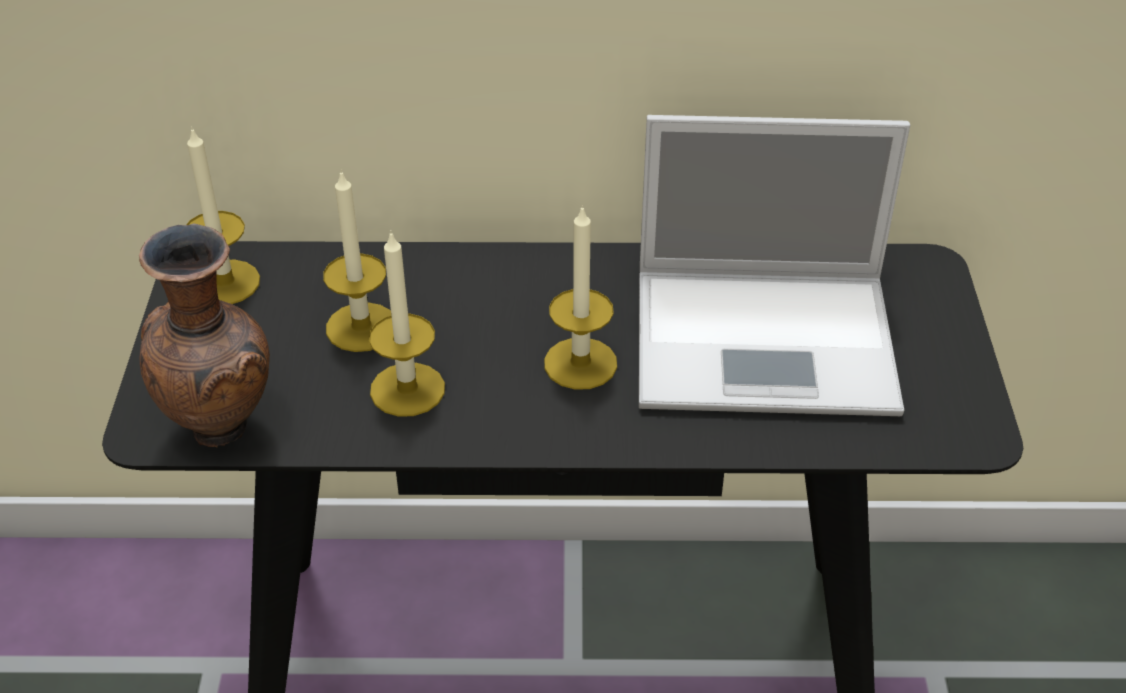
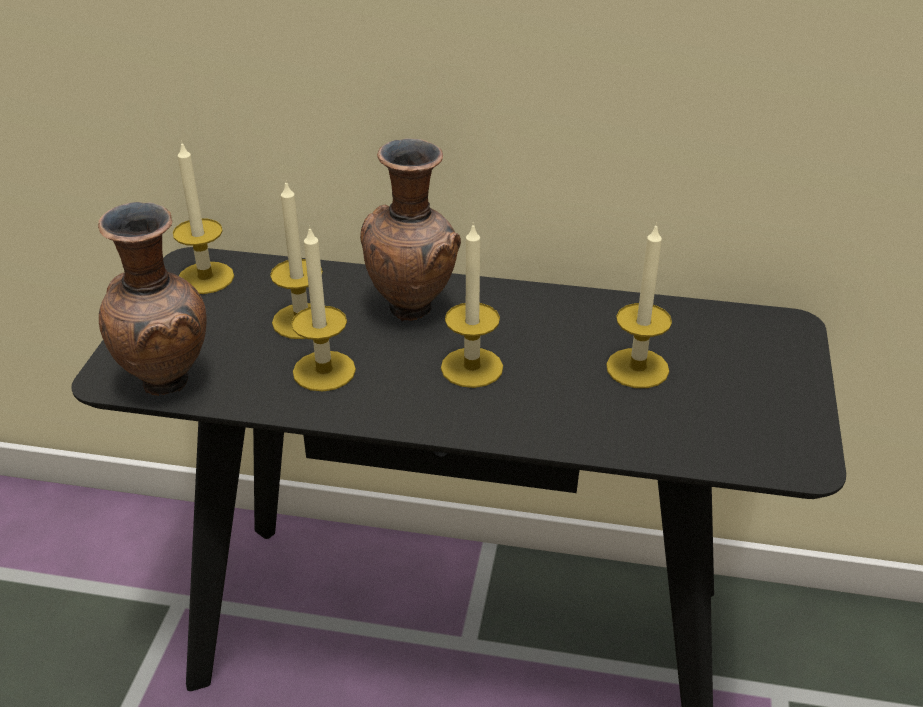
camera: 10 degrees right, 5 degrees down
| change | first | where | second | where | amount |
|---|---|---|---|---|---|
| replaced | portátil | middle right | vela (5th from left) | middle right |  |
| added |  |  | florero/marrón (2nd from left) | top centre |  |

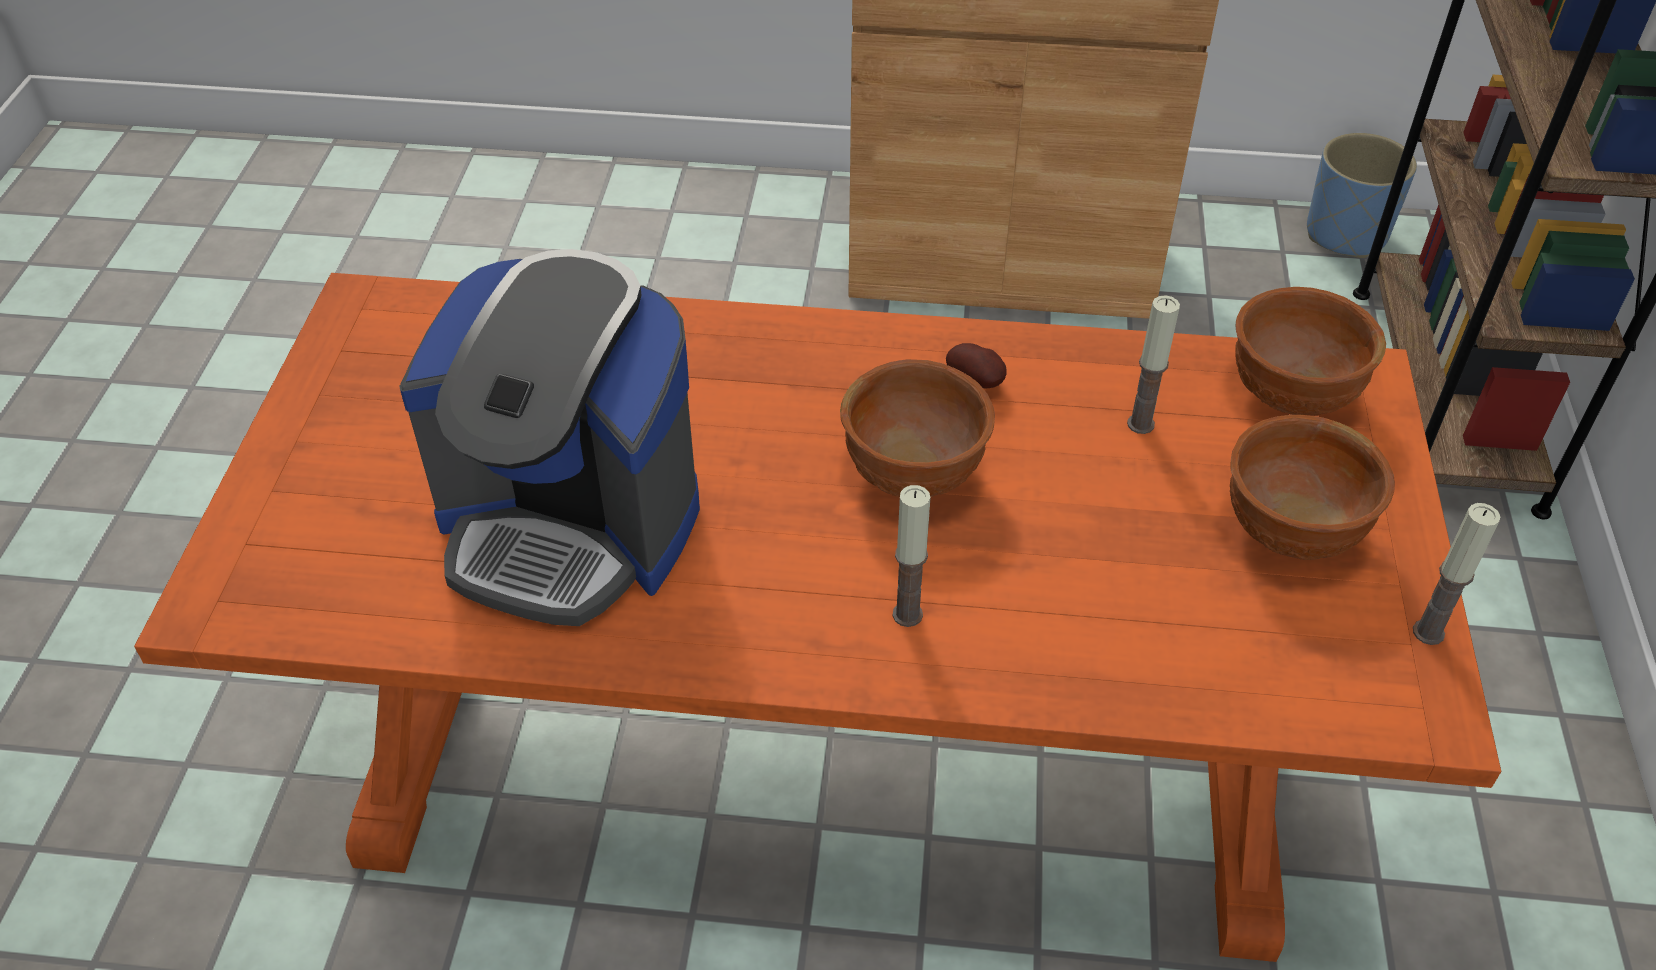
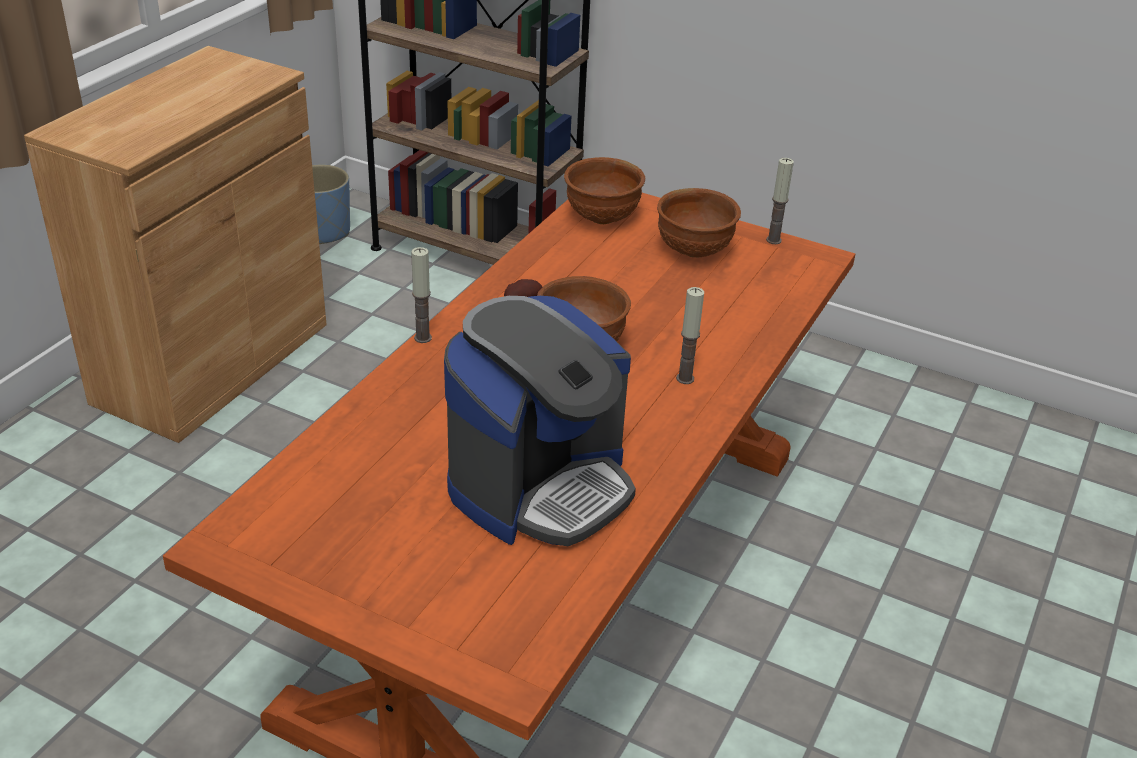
camera: 70 degrees left, 10 degrees down
| change | first | where | second | where | amount |
|---|---|---|---|---|---|
| moved | vela (2nd from left in the first image) | middle right | vela (1st from left) | centre |  |

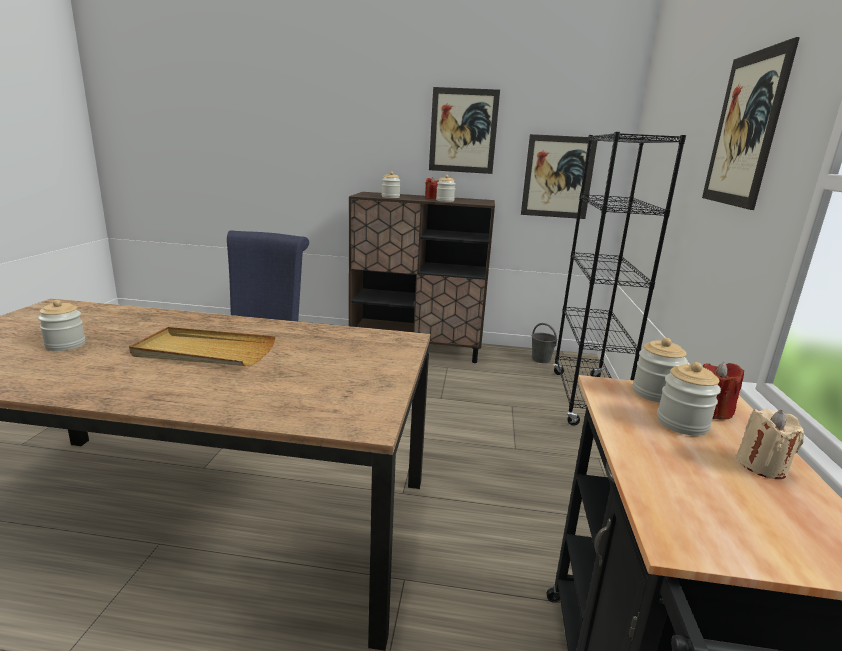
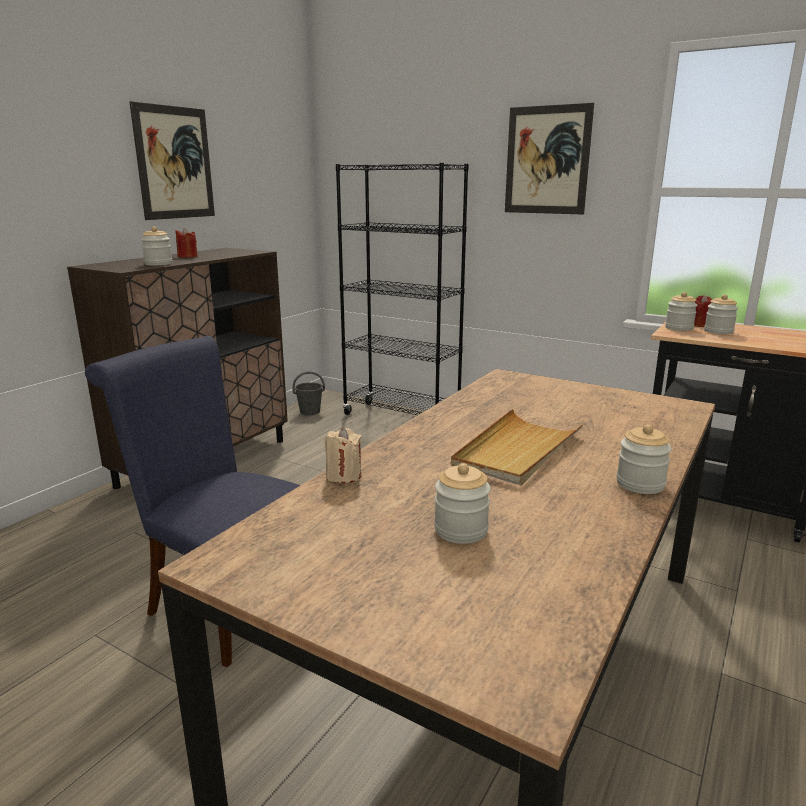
camera: 65 degrees left, 0 degrees up
| change | first | where | second | where | amount |
|---|---|---|---|---|---|
| removed | cuadro (2nd from left) | top centre |  |  |  |
| moved | tarro (3rd from left) | top centre |  | middle right |  |
| moved | vela/beis | bottom right |  | centre |  |

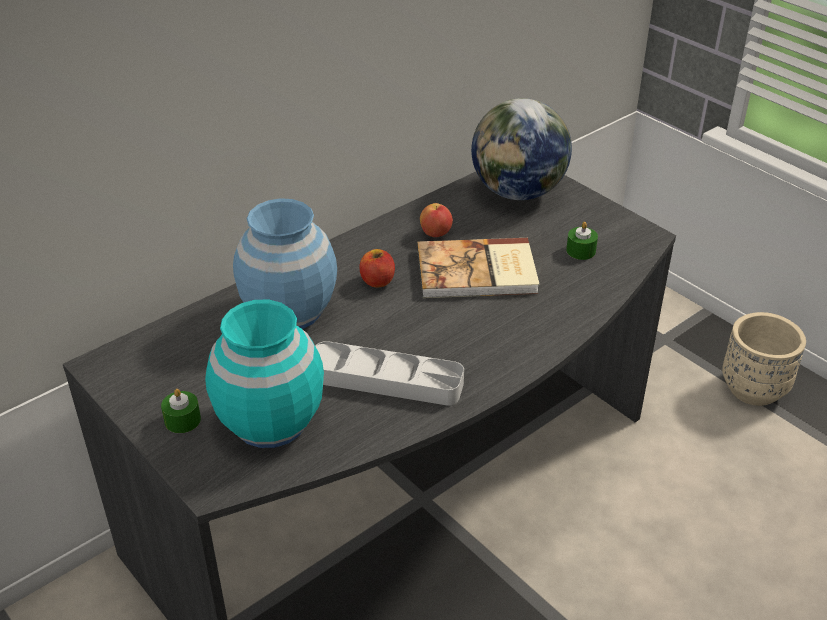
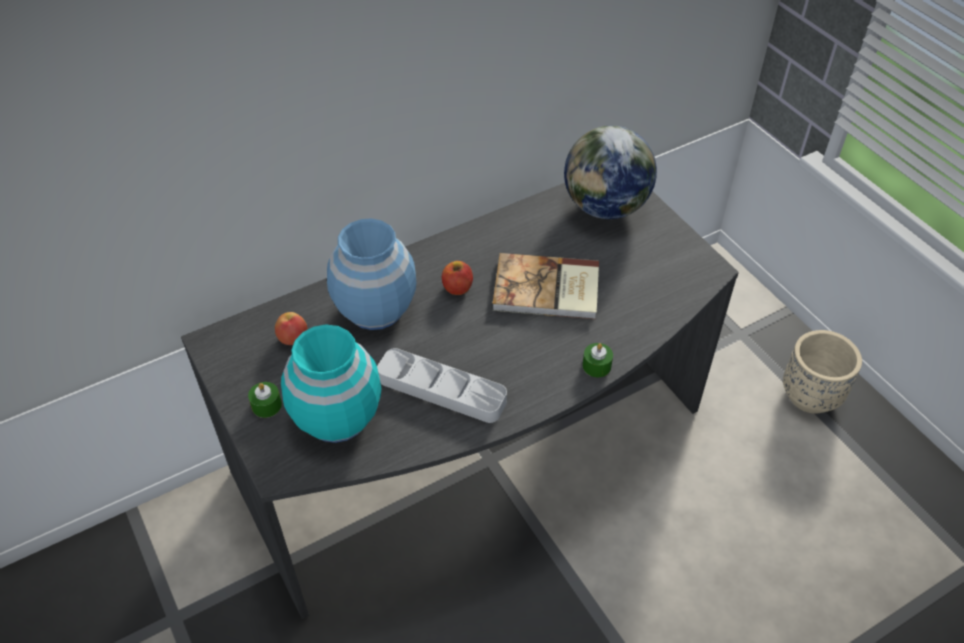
camera: 10 degrees right, 10 degrees up
| change | first | where | second | where | amount |
|---|---|---|---|---|---|
| moved | manzana (2nd from left in the first image) | centre | manzana (1st from left) | middle left |  |
| moved | vela/verde (2nd from left) | middle right |  | centre |  |

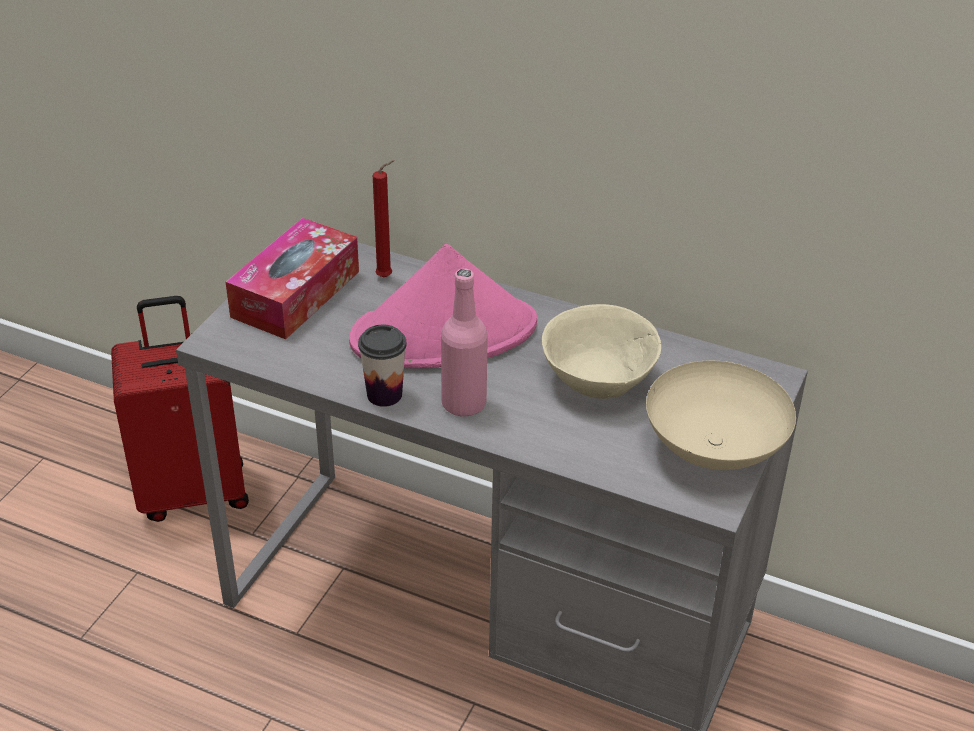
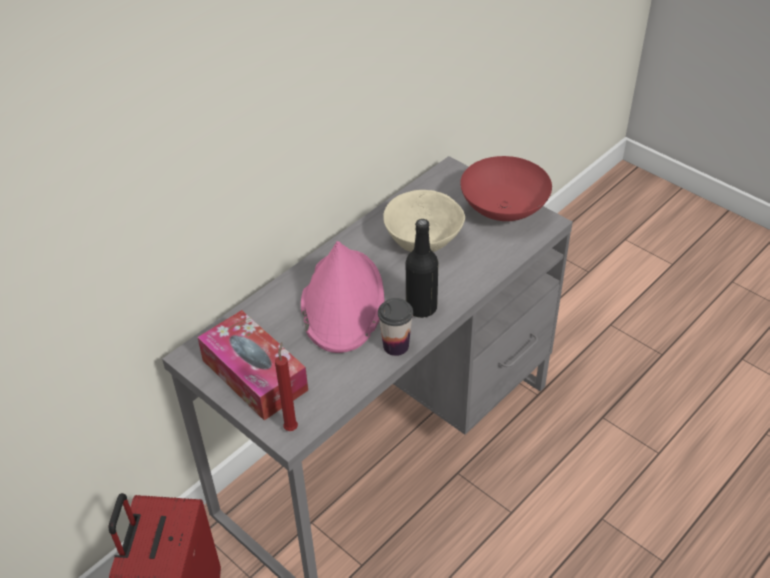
camera: 70 degrees left, 5 degrees up
| change | first | where | second | where | amount |
|---|---|---|---|---|---|
| moved | vela/rojo | top centre |  | bottom centre |  |
| recoloured | botella/rosa | centre | botella/negro | centre |  |
| recoloured | cuenco/beis (2nd from left) | middle right | cuenco/rojo | top centre |  |

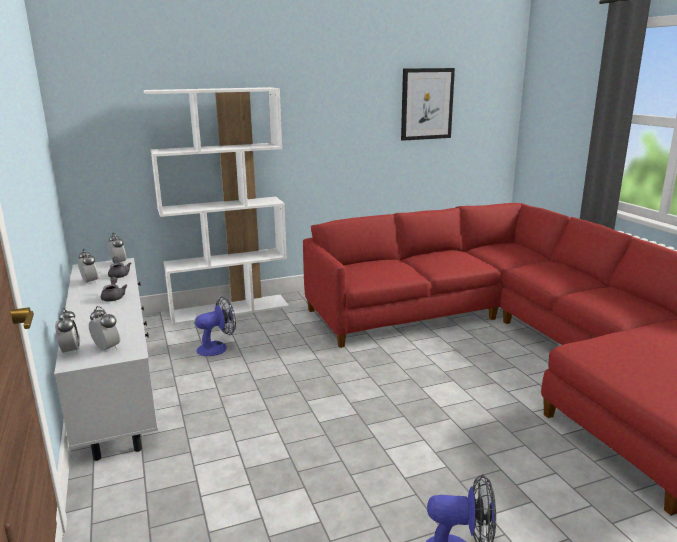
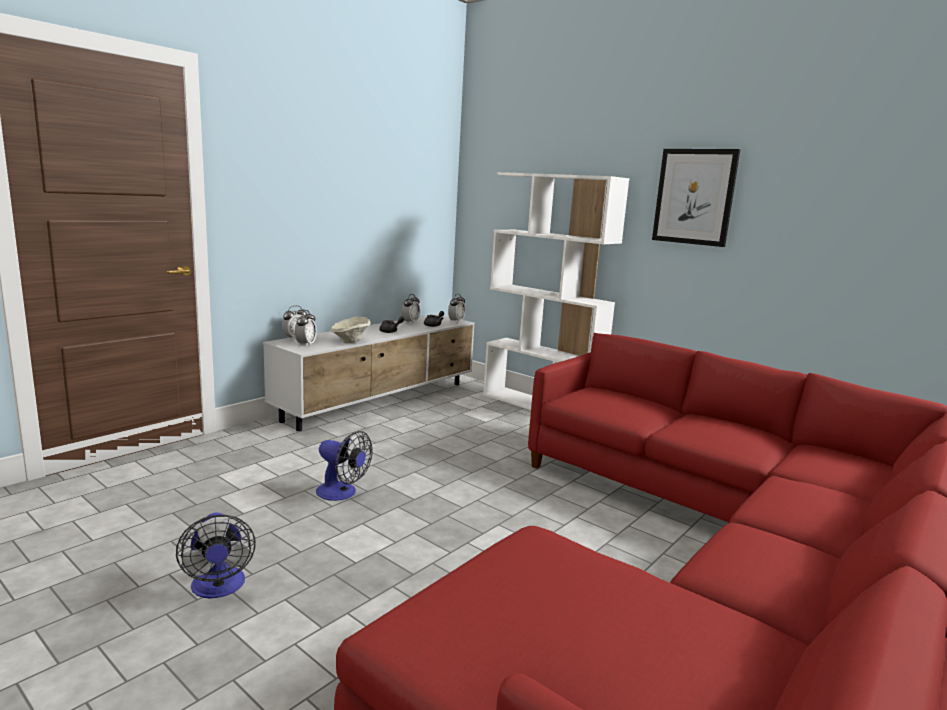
camera: 60 degrees right, 5 degrees down
| change | first | where | second | where | amount |
|---|---|---|---|---|---|
| moved | cuadro | top centre |  | top right |  |
| moved | ventilador (1st from left in the first image) | middle left | ventilador (2nd from left) | centre |  |
| added |  |  | cuenco/beis | centre |  |

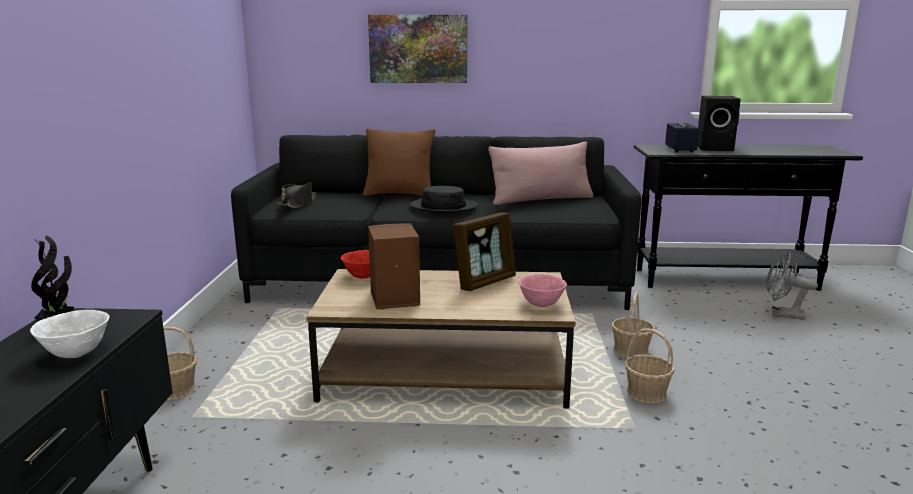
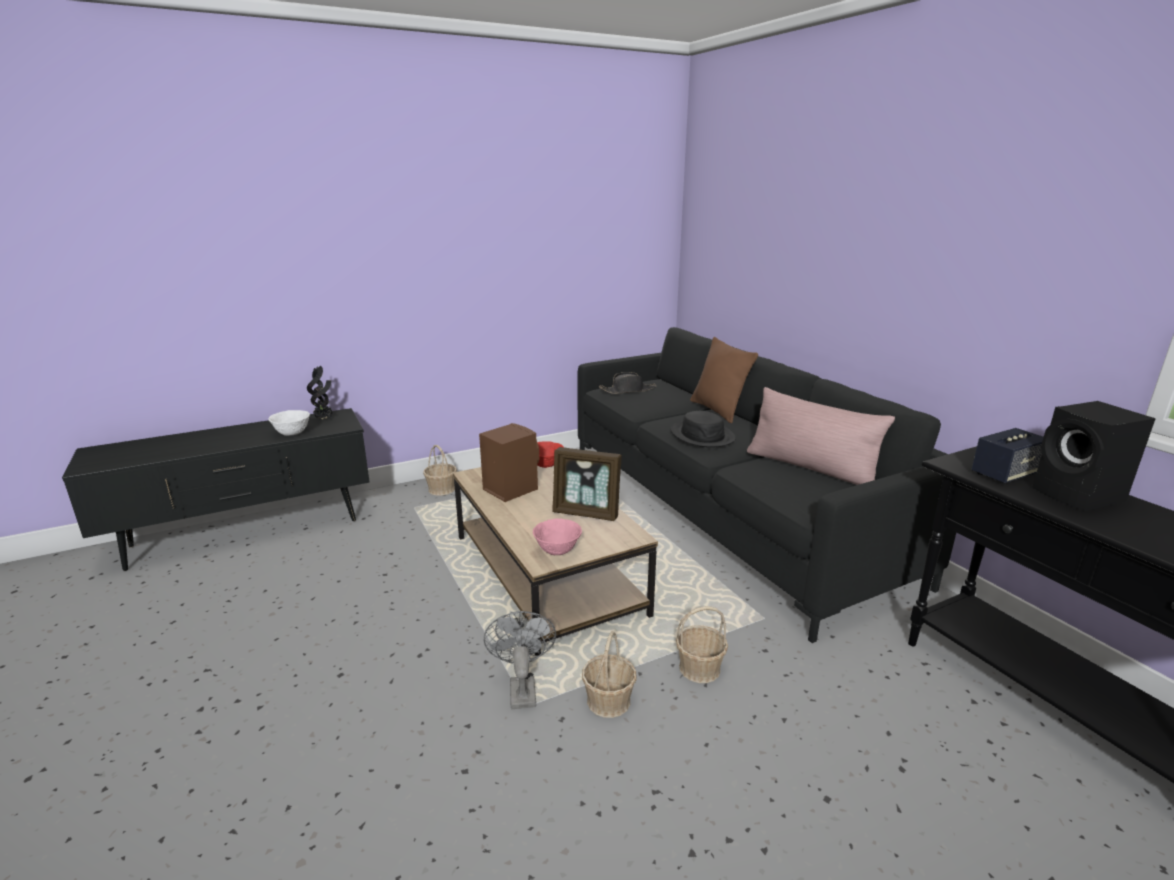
camera: 60 degrees right, 5 degrees up
| change | first | where | second | where | amount |
|---|---|---|---|---|---|
| removed | cuadro | top centre |  |  |  |
| moved | ventilador/gris | middle right |  | bottom centre |  |

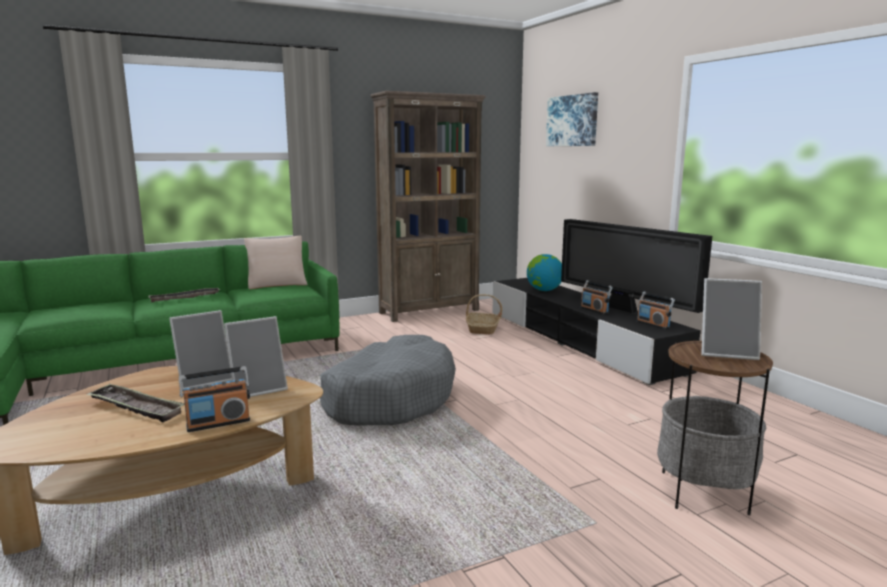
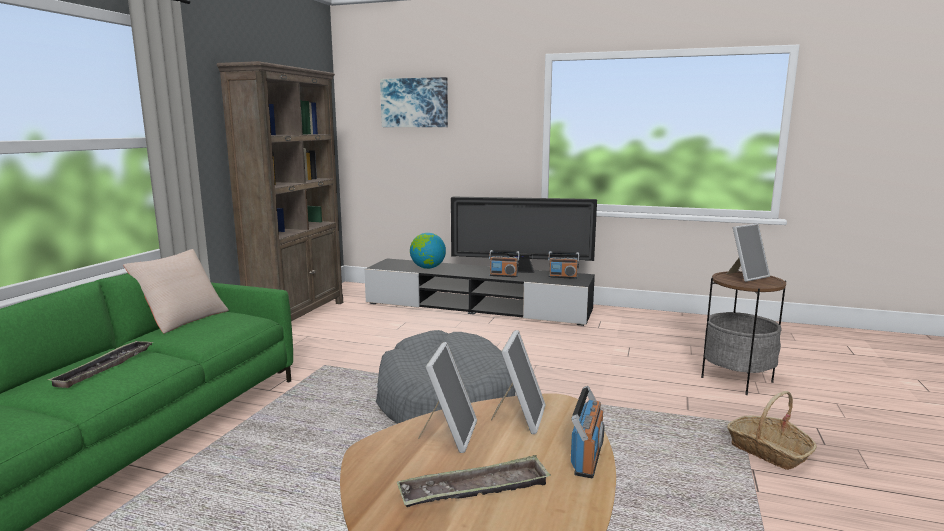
camera: 45 degrees left, 0 degrees up
| change | first | where | second | where | amount |
|---|---|---|---|---|---|
| moved | cesta | centre |  | bottom right |  |

